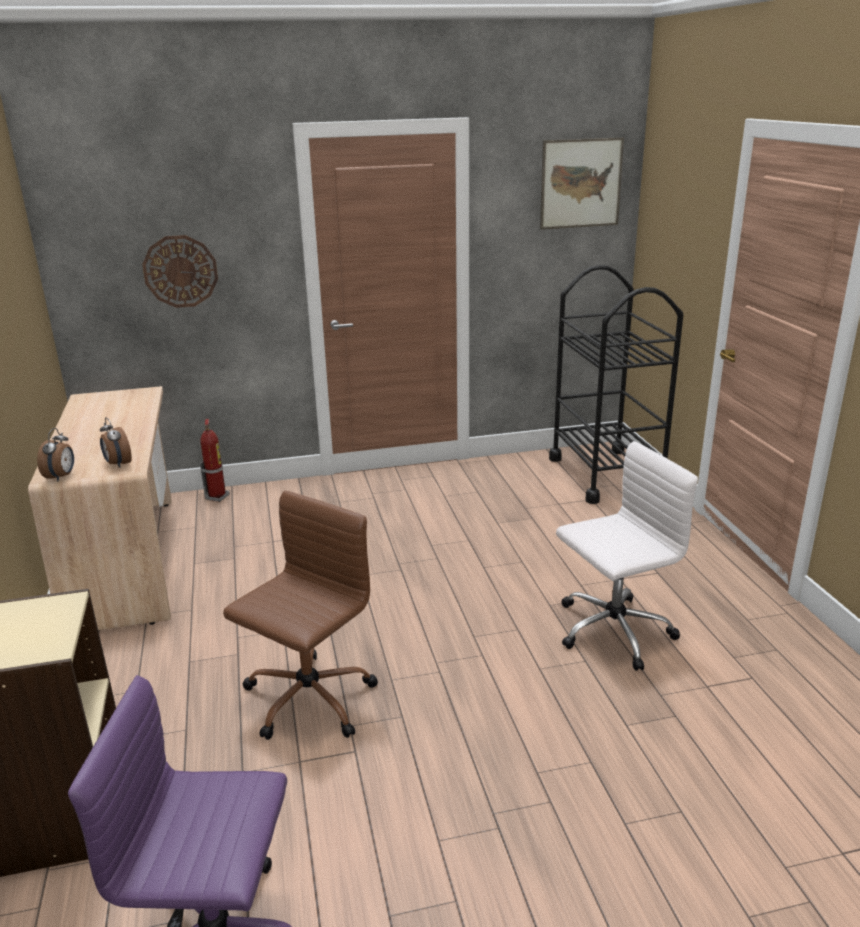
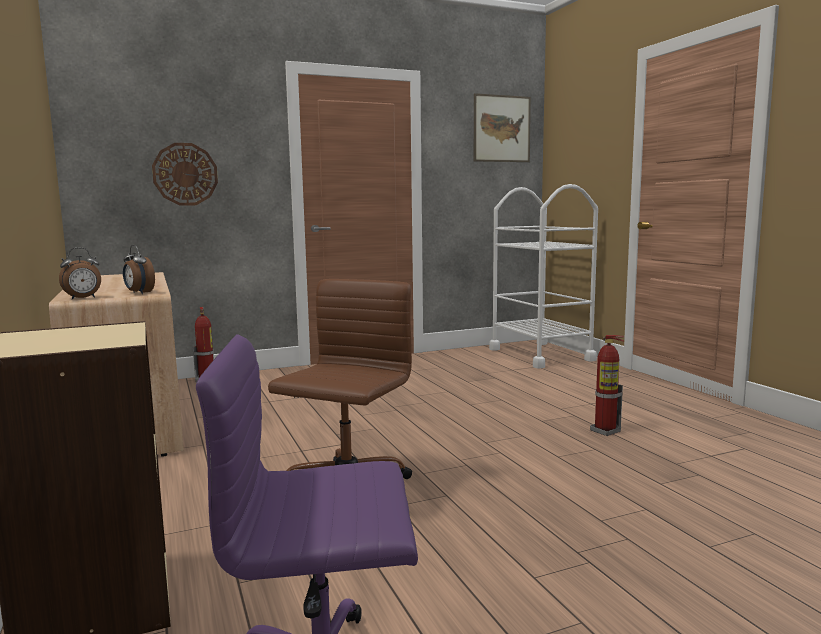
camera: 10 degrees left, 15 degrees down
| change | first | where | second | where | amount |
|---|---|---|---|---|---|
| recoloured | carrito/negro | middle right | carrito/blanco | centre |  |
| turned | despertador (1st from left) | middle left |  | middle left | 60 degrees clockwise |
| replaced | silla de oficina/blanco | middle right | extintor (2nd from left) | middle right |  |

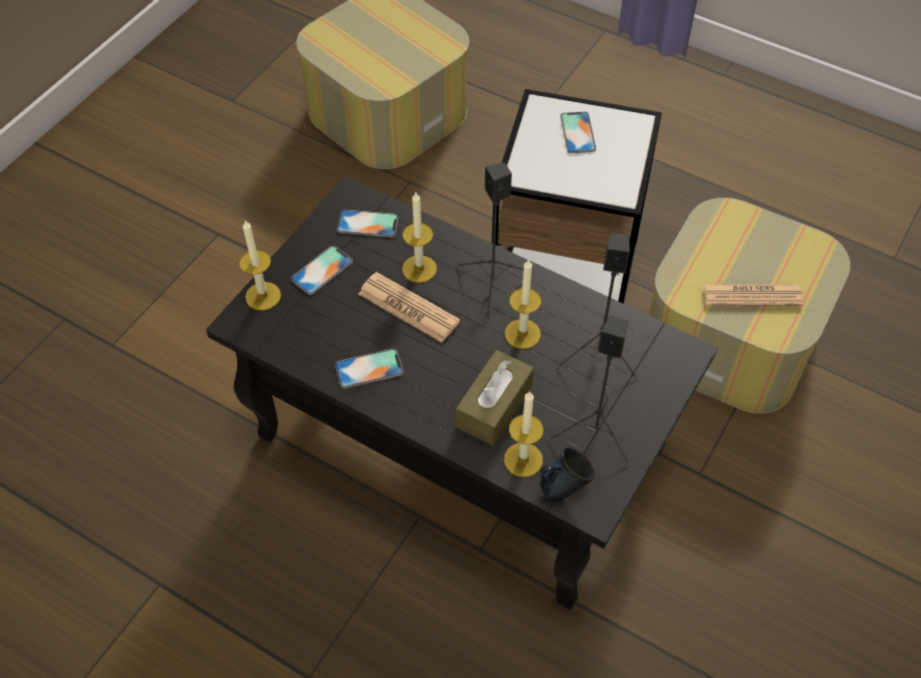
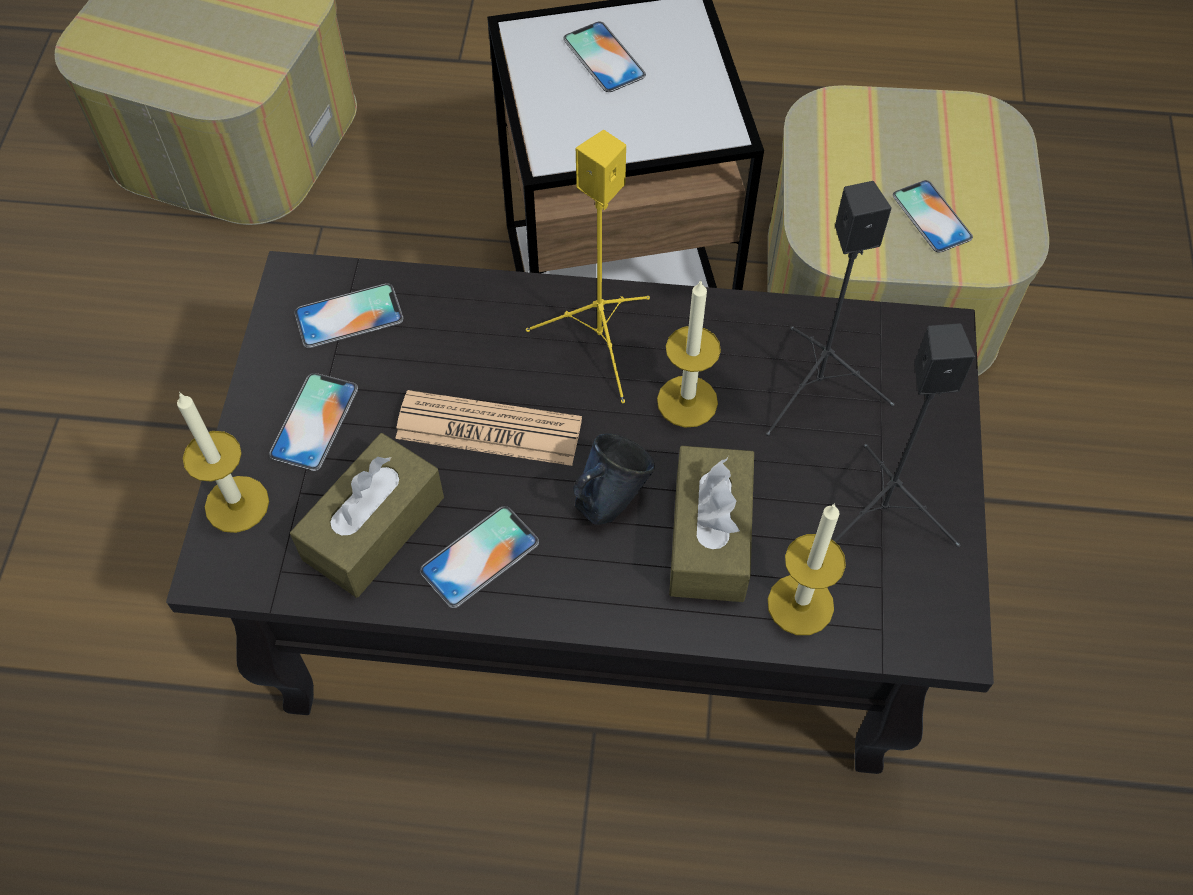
camera: 25 degrees left, 5 degrees up
| change | first | where | second | where | amount |
|---|---|---|---|---|---|
| recoloured | altavoz/negro (1st from left) | centre | altavoz/amarillo | top centre |  |
| removed | vela (2nd from left) | centre |  |  |  |
| replaced | periódico (2nd from left) | middle right | móvil (5th from left) | top right |  |
| moved | taza grande/azul | bottom centre |  | centre |  |
| added |  |  | caja de pañuelos/marrón (1st from left) | middle left |  |

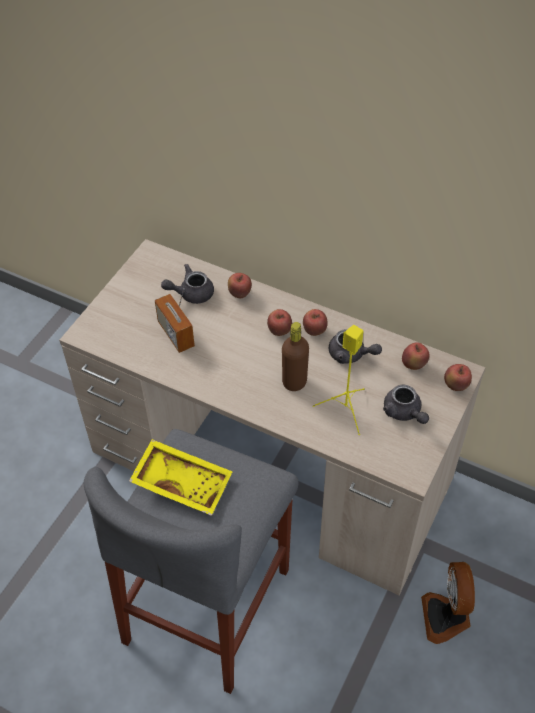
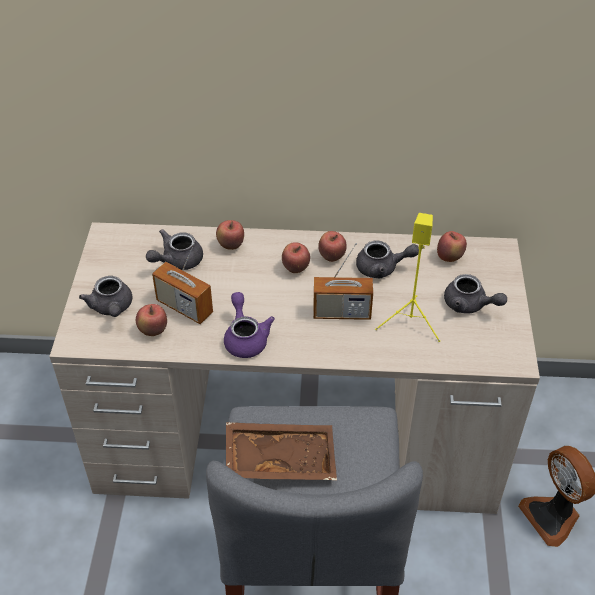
camera: 25 degrees left, 5 degrees down
| change | first | where | second | where | amount |
|---|---|---|---|---|---|
| replaced | botella/marrón | centre | radio (2nd from left) | centre |  |
| moved | manzana (5th from left in the first image) | middle right | manzana (1st from left) | middle left |  |
| recoloured | bandeja/amarillo | bottom centre | bandeja/marrón | bottom centre |  |
| added |  |  | tetera/gris (1st from left) | middle left |  |
| added |  |  | tetera/morado | centre |  |

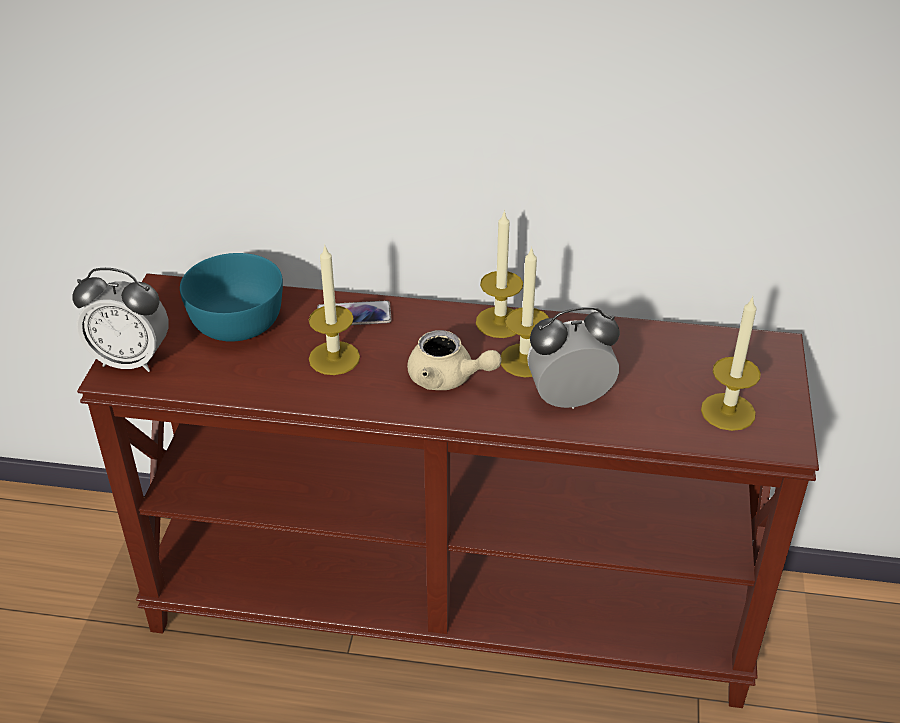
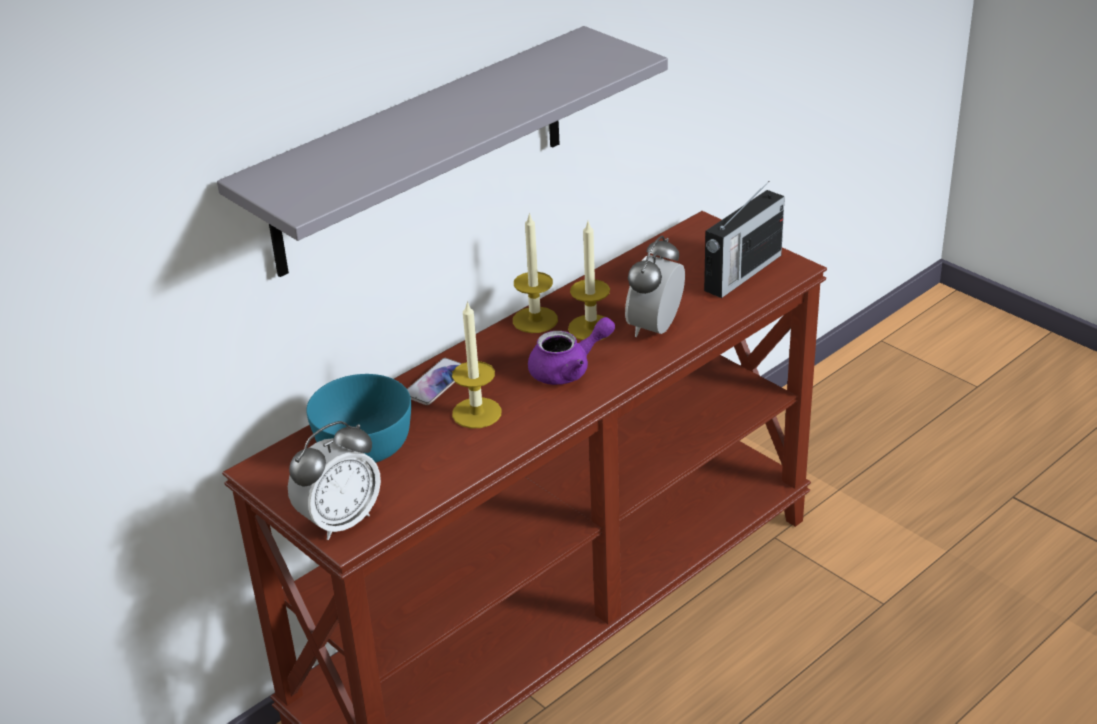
camera: 50 degrees left, 5 degrees down
| change | first | where | second | where | amount |
|---|---|---|---|---|---|
| replaced | vela (4th from left) | middle right | radio | top right |  |
| recoloured | tetera/beis | centre | tetera/morado | centre |  |
| added |  |  | estante/gris | top centre |  |

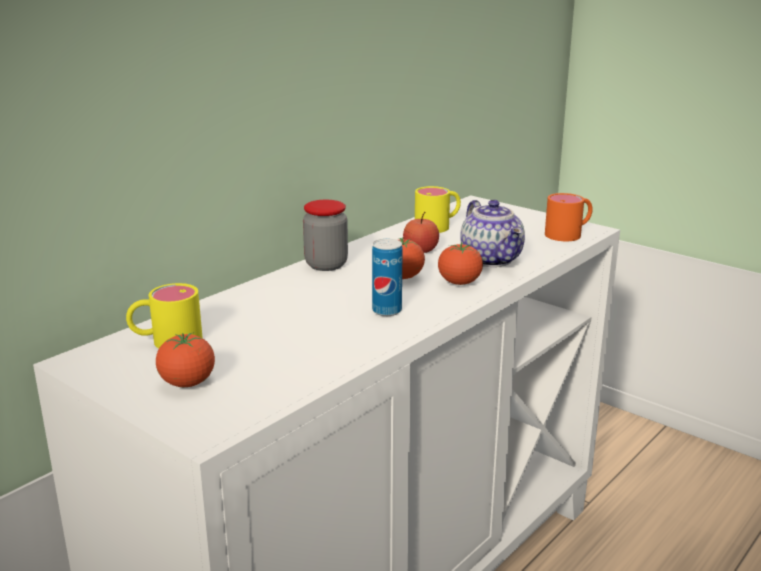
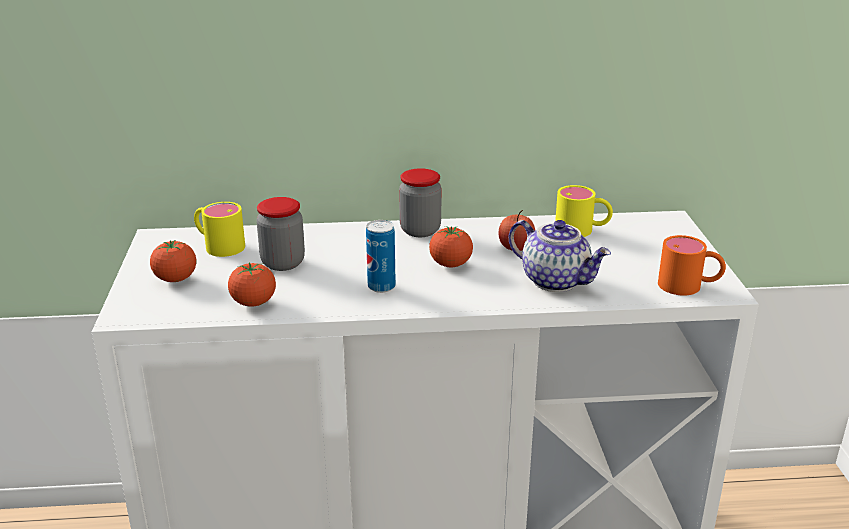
camera: 45 degrees right, 5 degrees up
| change | first | where | second | where | amount |
|---|---|---|---|---|---|
| turned | tetera | centre |  | centre | 75 degrees counterclockwise |
| moved | tomate (3rd from left in the first image) | centre | tomate (2nd from left) | middle left |  |
| added |  |  | tarro (1st from left) | middle left |  |

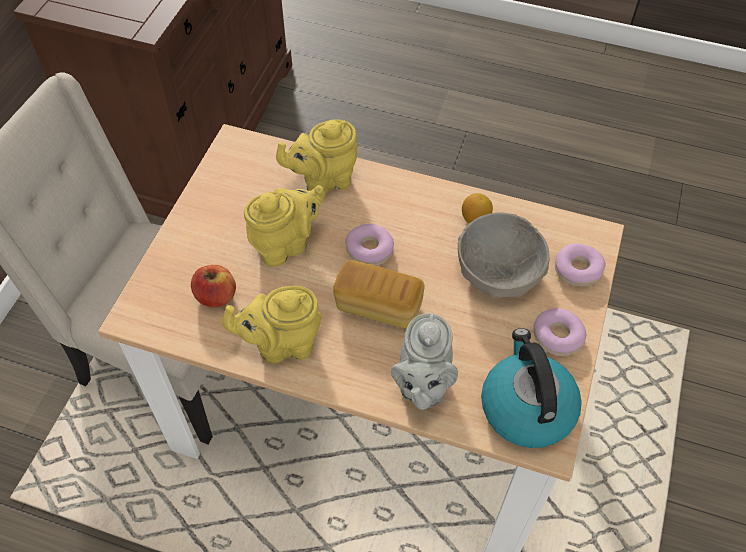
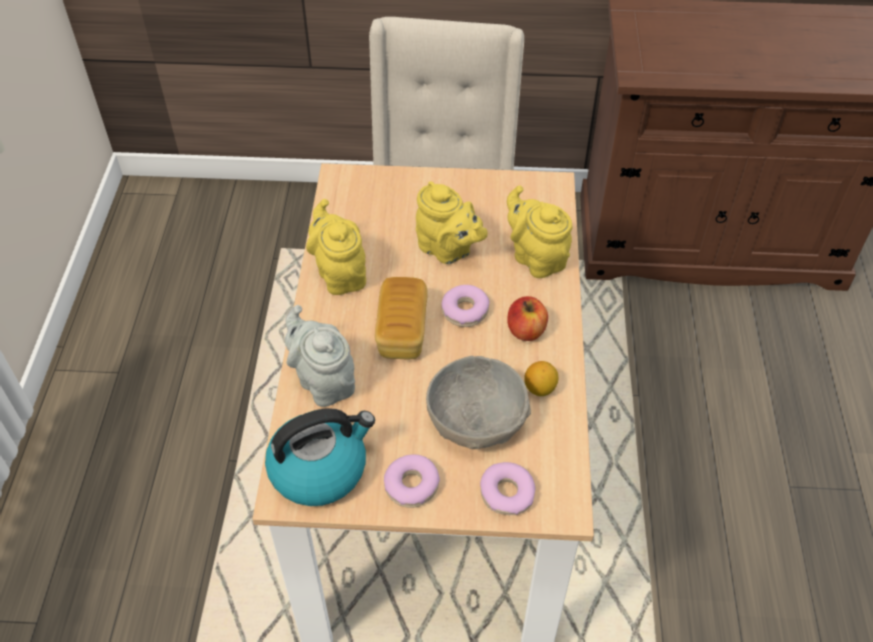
camera: 75 degrees right, 5 degrees down
| change | first | where | second | where | amount |
|---|---|---|---|---|---|
| moved | manzana | middle left |  | centre |  |
| turned | tetera/gris | centre |  | centre | 60 degrees clockwise |

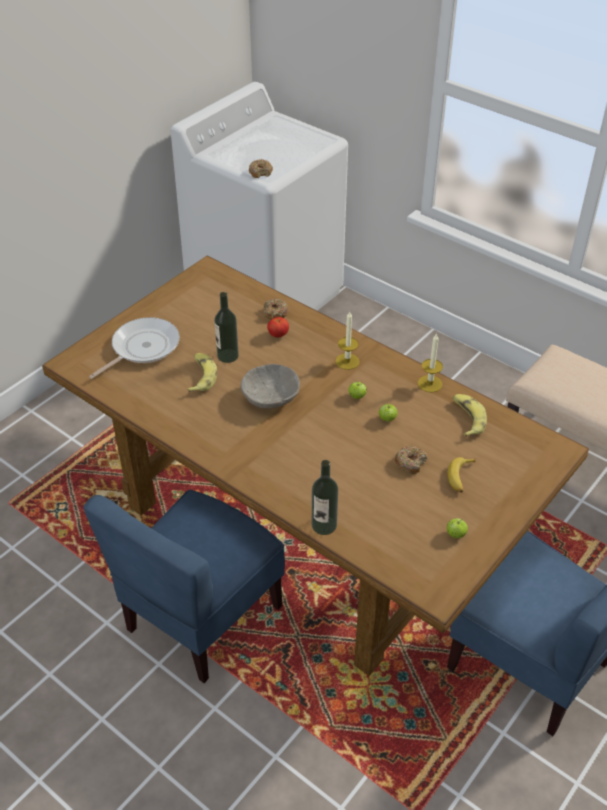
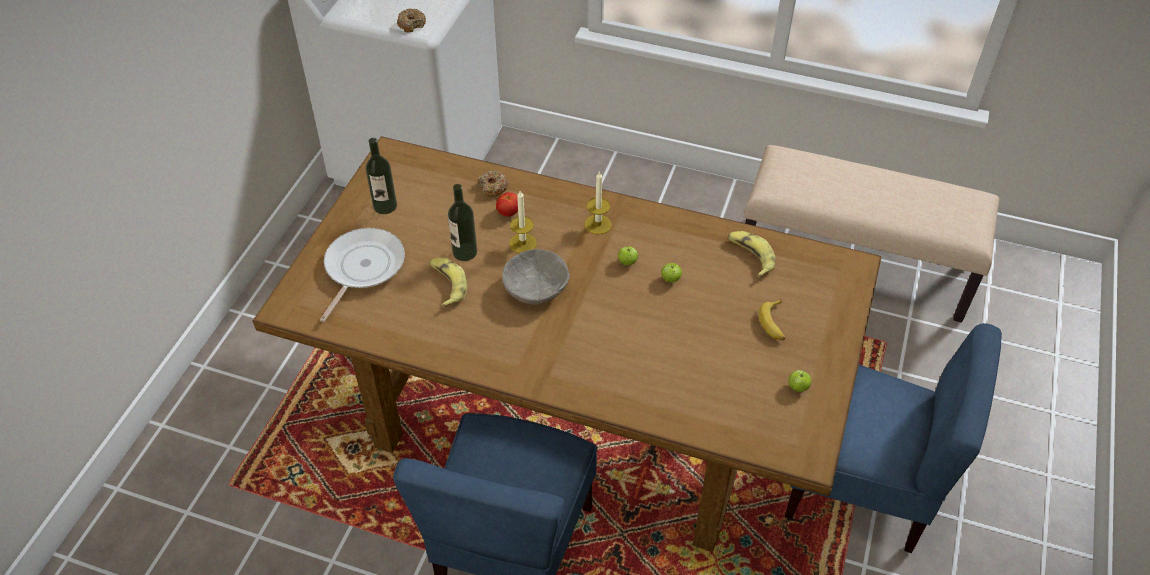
camera: 20 degrees left, 5 degrees up
| change | first | where | second | where | amount |
|---|---|---|---|---|---|
| moved | vela (2nd from left in the first image) | middle right | vela (1st from left) | centre |  |
| removed | rosquilla (3rd from left) | middle right |  |  |  |
| moved | botella (2nd from left in the first image) | centre | botella (1st from left) | top left |  |

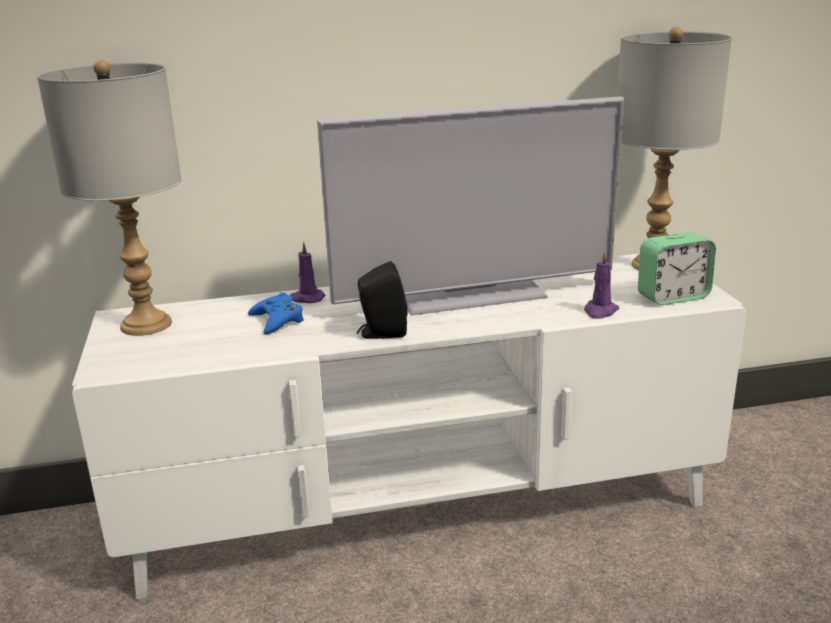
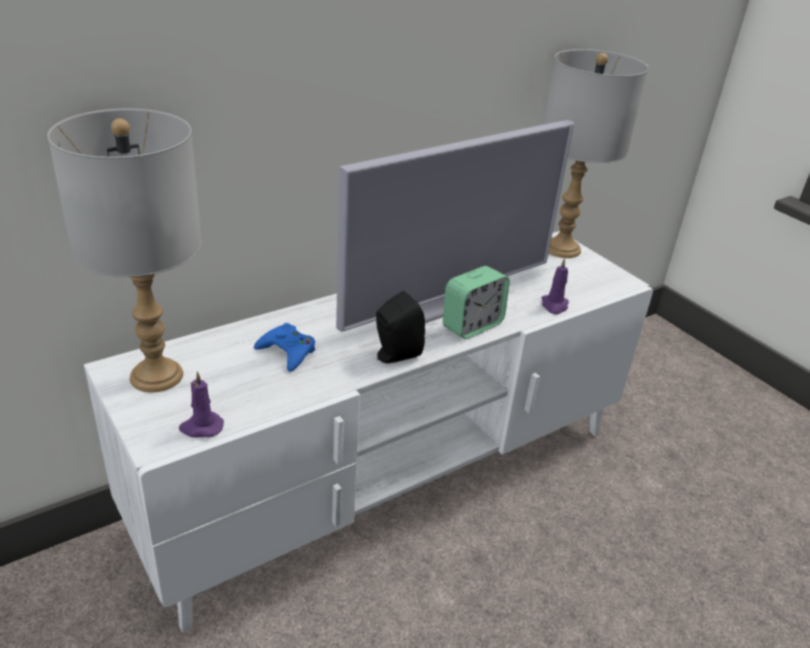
camera: 25 degrees left, 10 degrees up
| change | first | where | second | where | amount |
|---|---|---|---|---|---|
| moved | despertador | middle right |  | centre |  |
| moved | vela/morado (1st from left) | centre |  | middle left |  |

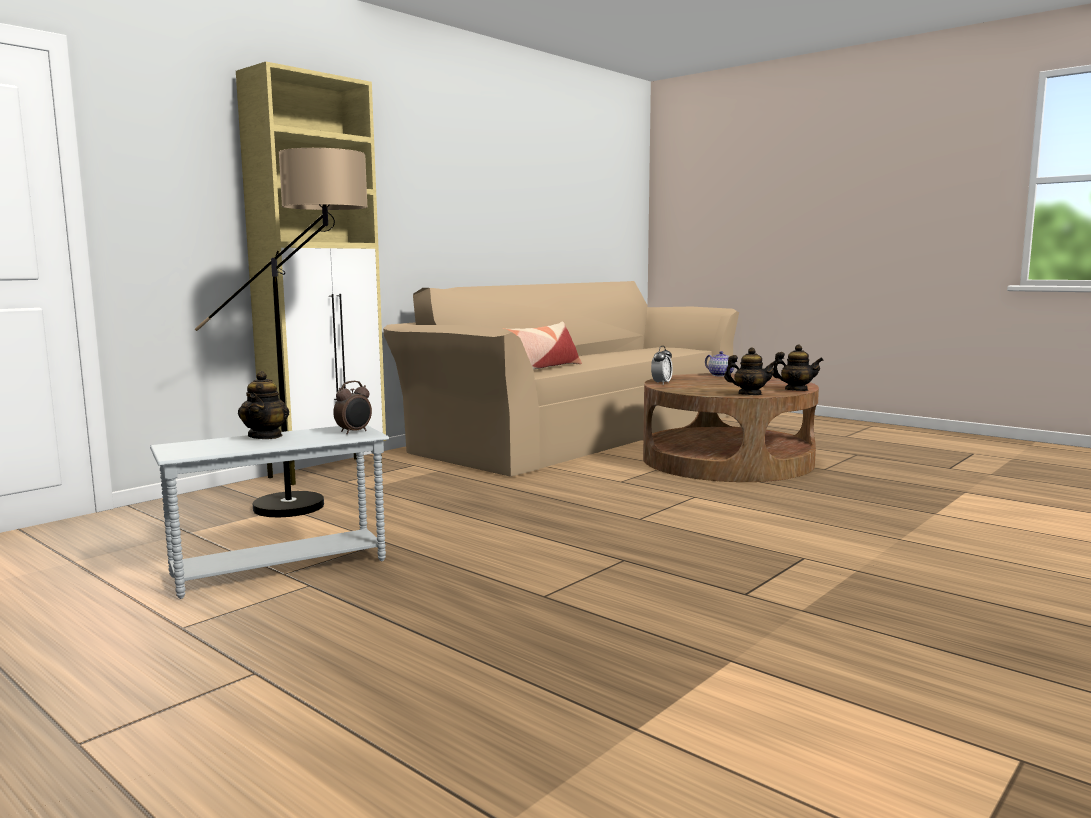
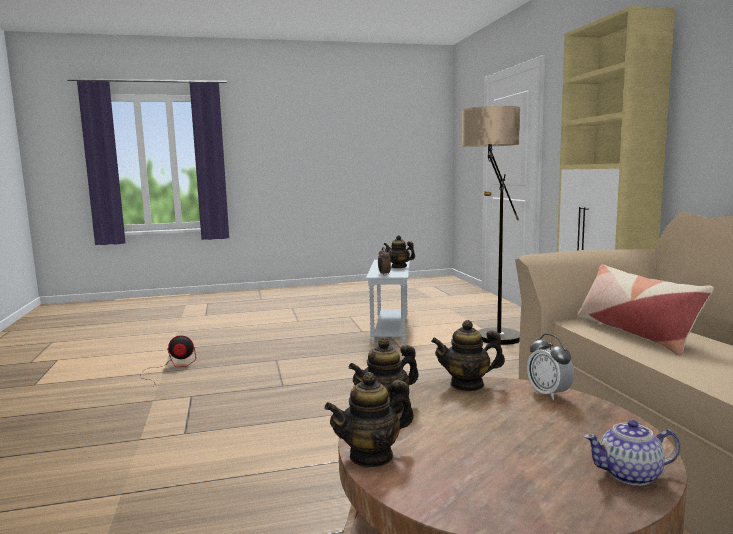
camera: 125 degrees right, 0 degrees up
| change | first | where | second | where | amount |
|---|---|---|---|---|---|
| added |  |  | tetera (4th from left) | centre |  |
| added |  |  | ventilador | bottom left |  |

